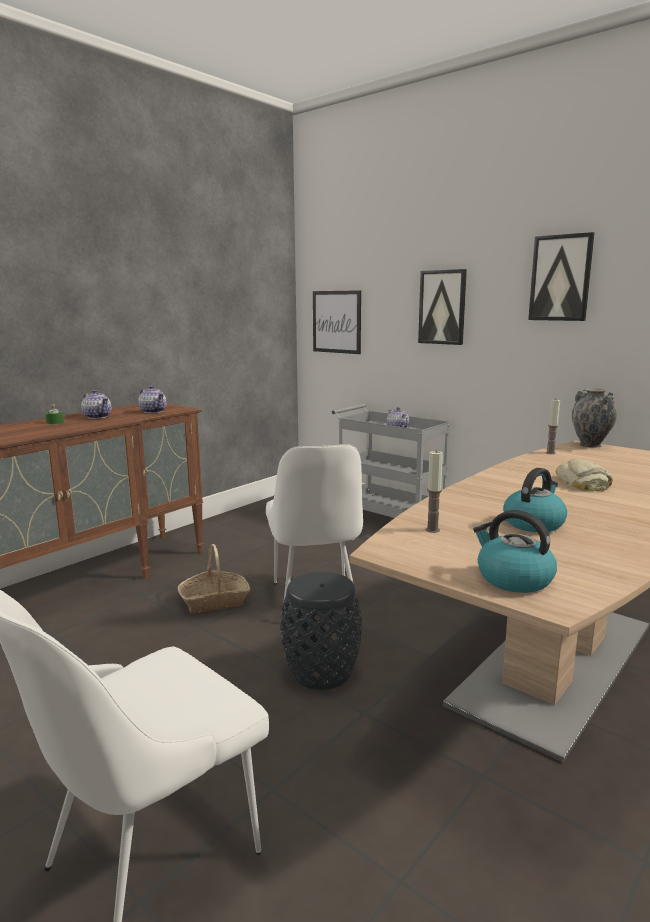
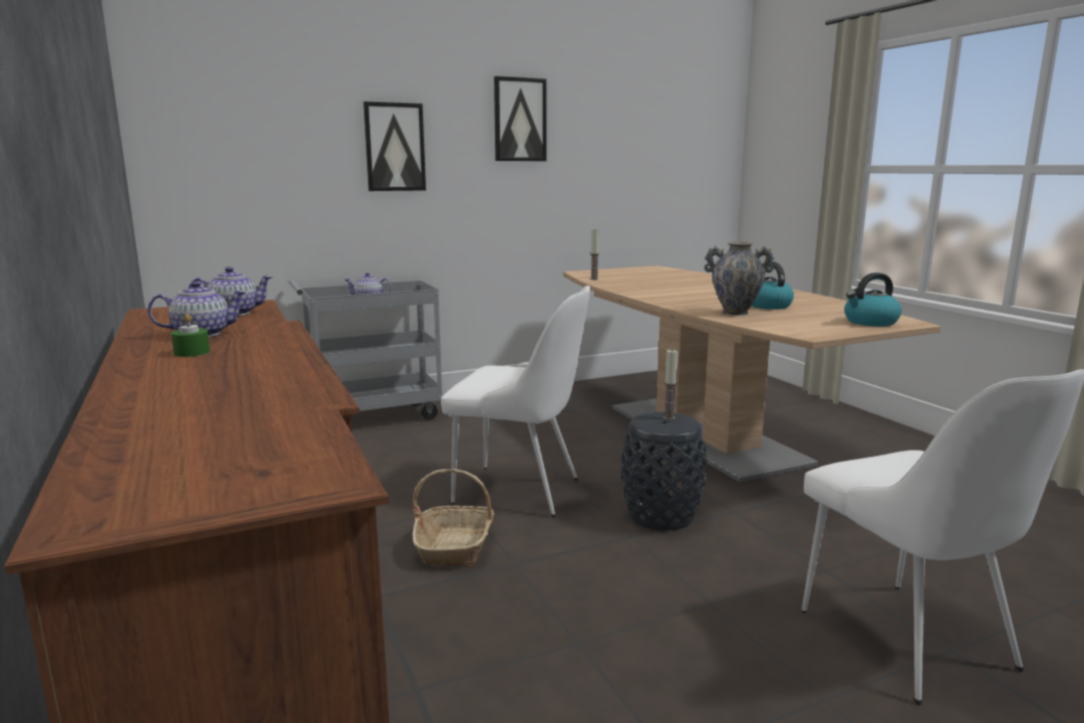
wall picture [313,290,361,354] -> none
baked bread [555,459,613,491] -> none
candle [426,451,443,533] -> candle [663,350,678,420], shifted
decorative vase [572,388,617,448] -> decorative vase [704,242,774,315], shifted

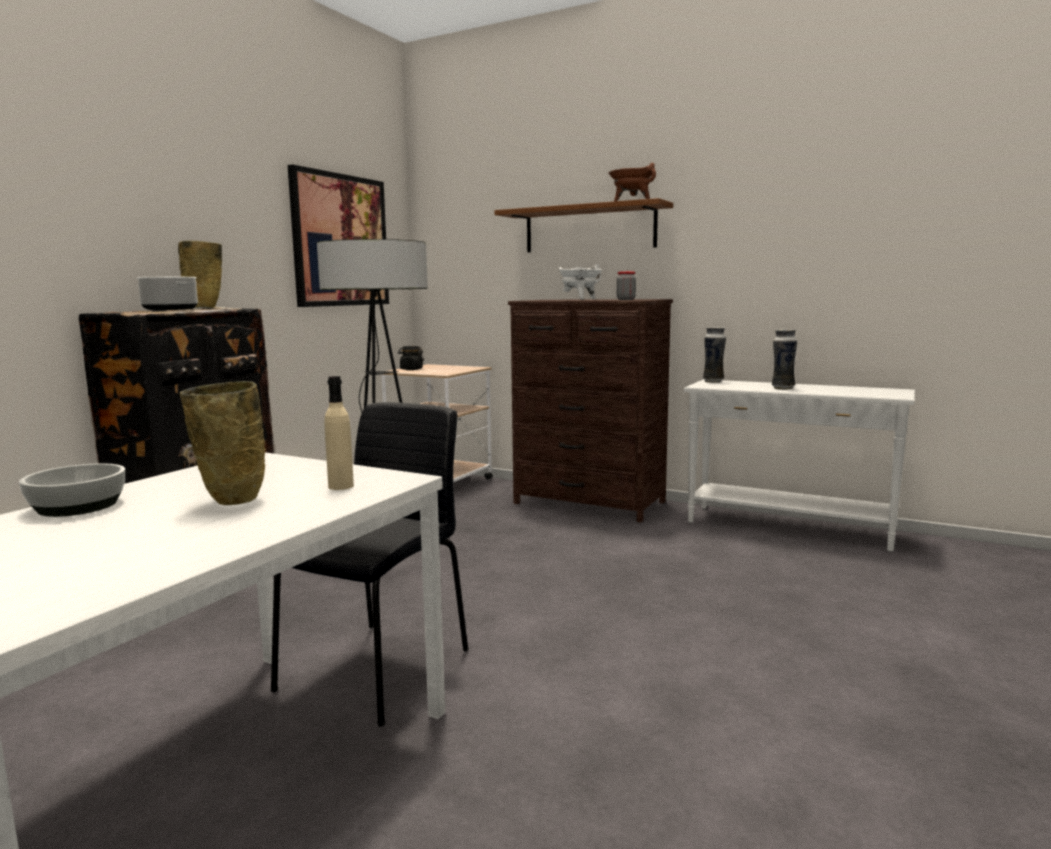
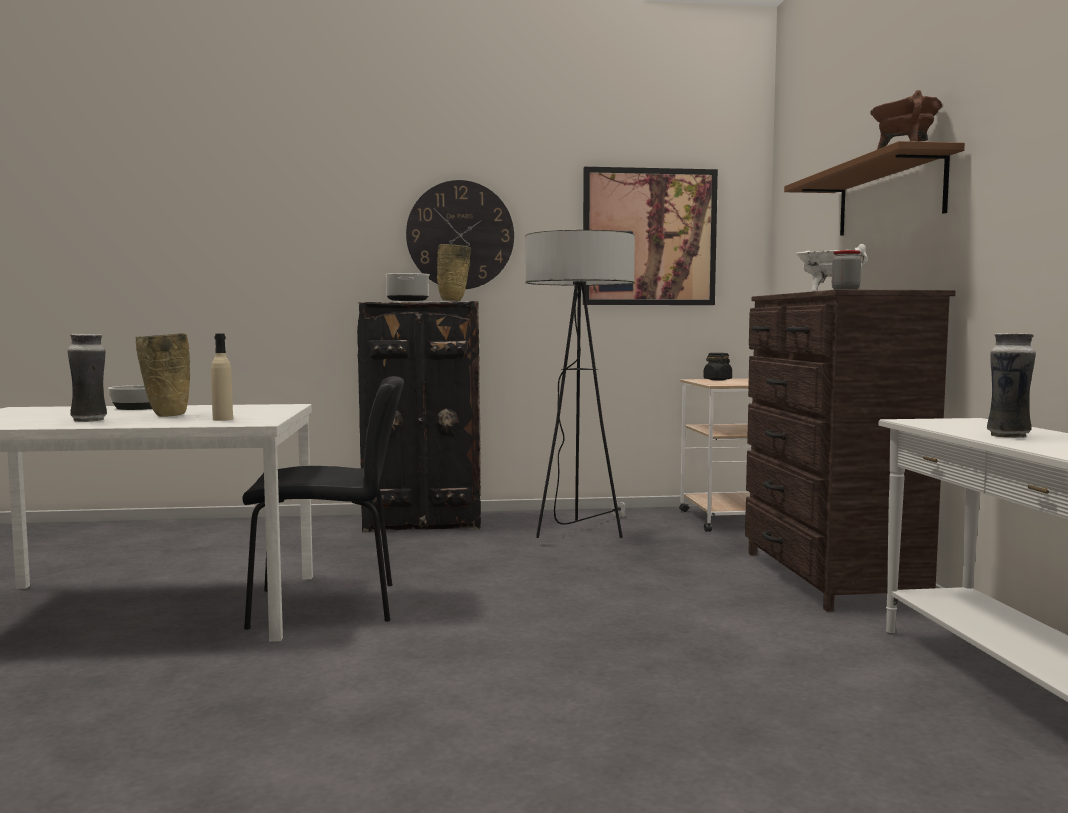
none -> clock on the wall [406,180,514,289]
decorative vase [703,327,726,383] -> decorative vase [68,334,107,422], shifted

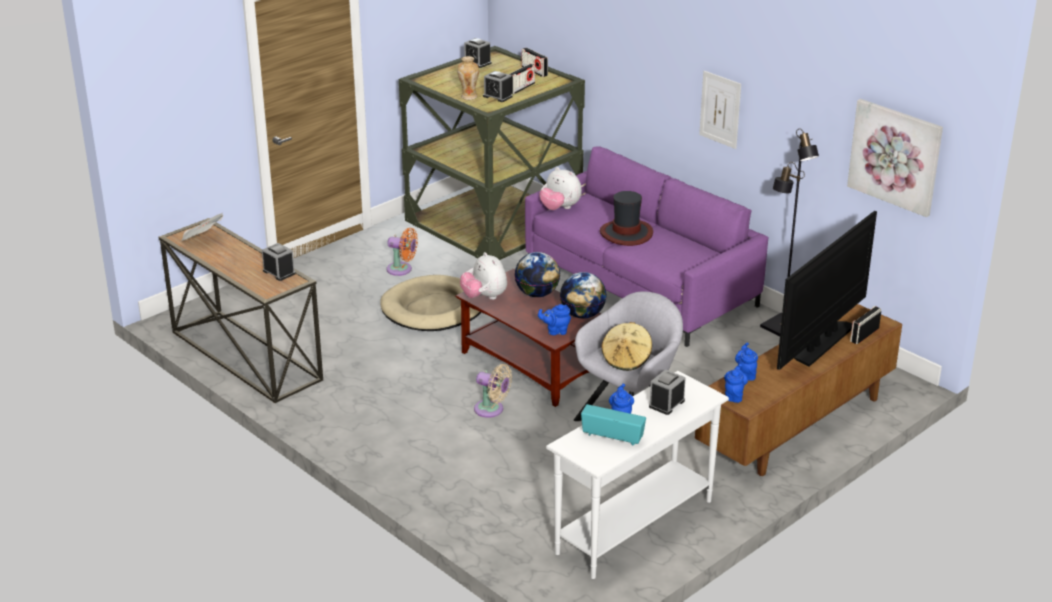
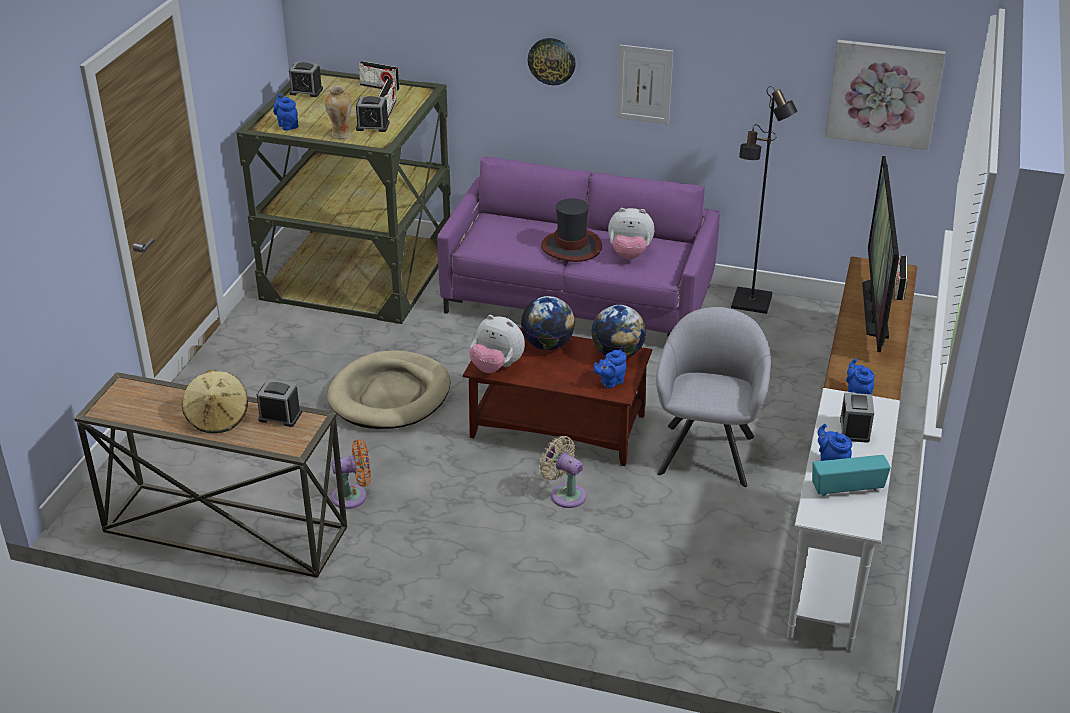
daily paper [180,213,223,242] -> none
none -> clock on the wall [528,38,576,85]
orange-coloured electric fan [386,228,418,276] -> orange-coloured electric fan [331,439,371,509], shifted
soft toy [539,167,582,210] -> soft toy [608,208,654,260], shifted
sand-coloured clothing hat [602,322,652,371] -> sand-coloured clothing hat [182,370,248,433], shifted
bluish tea pot [735,342,758,381] -> bluish tea pot [273,94,298,130], shifted
sand-coloured electric fan [474,364,512,418] -> sand-coloured electric fan [539,436,586,508], 135 degrees counterclockwise

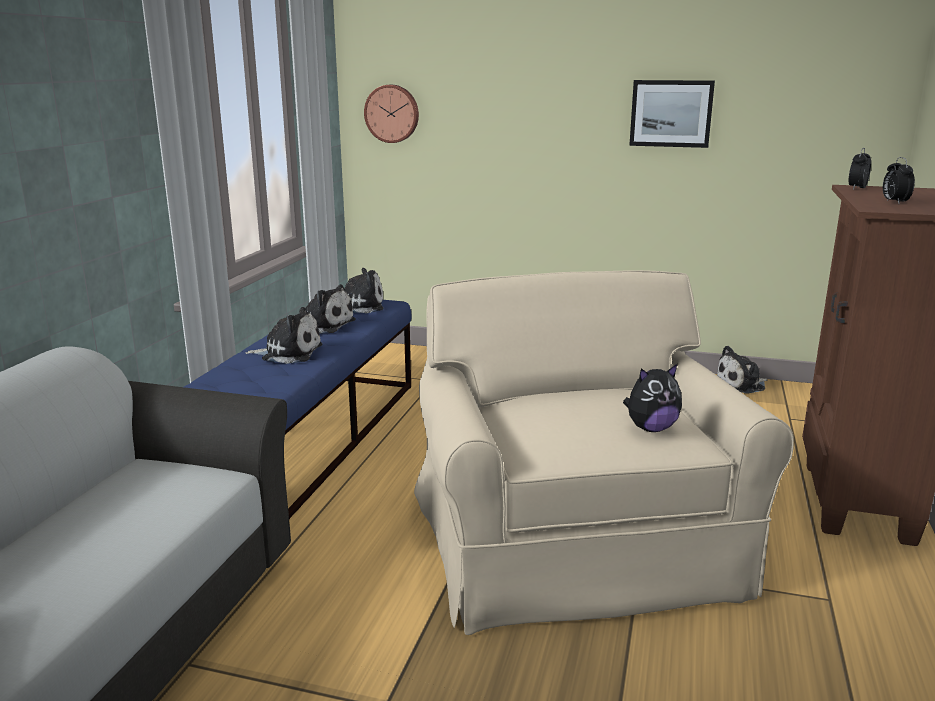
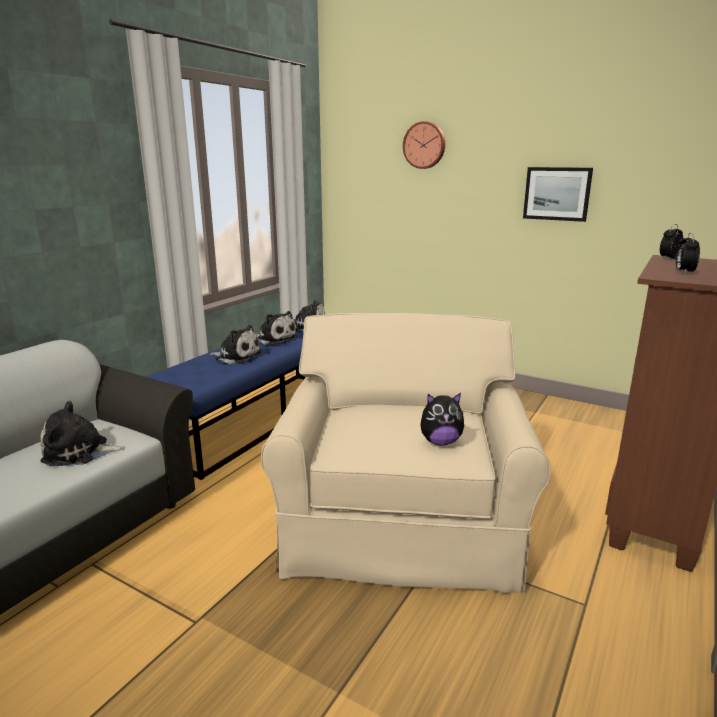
clock on the wall [364,85,419,143] -> clock on the wall [403,121,445,169], shifted
soft toy [717,346,767,394] -> soft toy [40,401,125,466], shifted

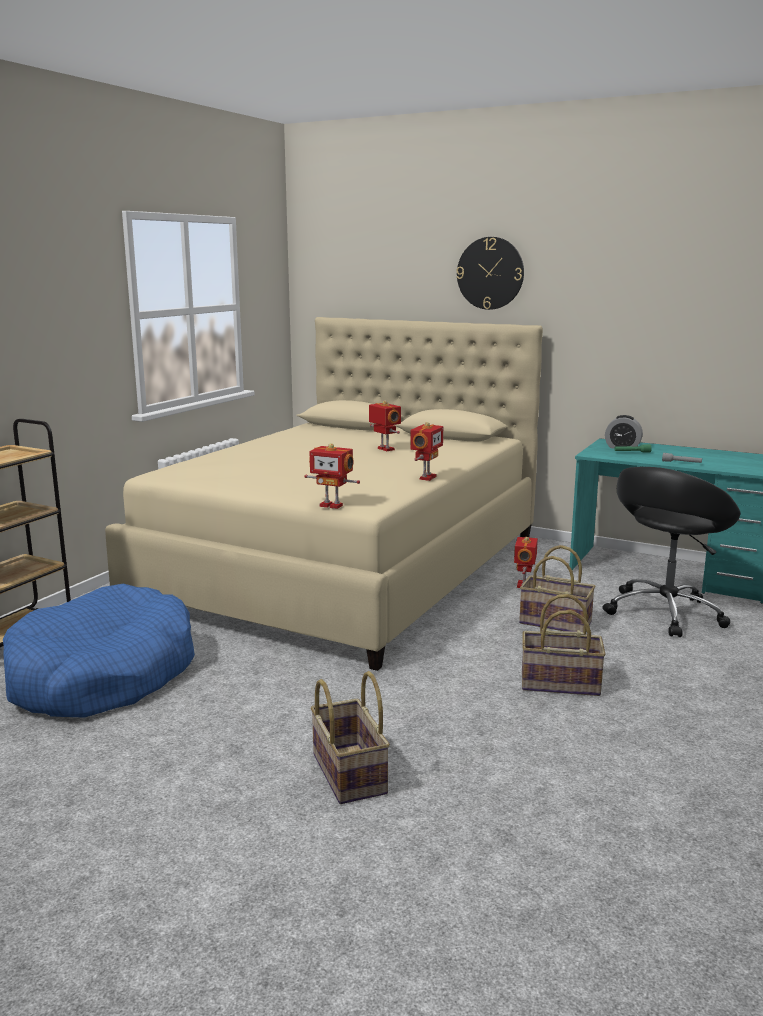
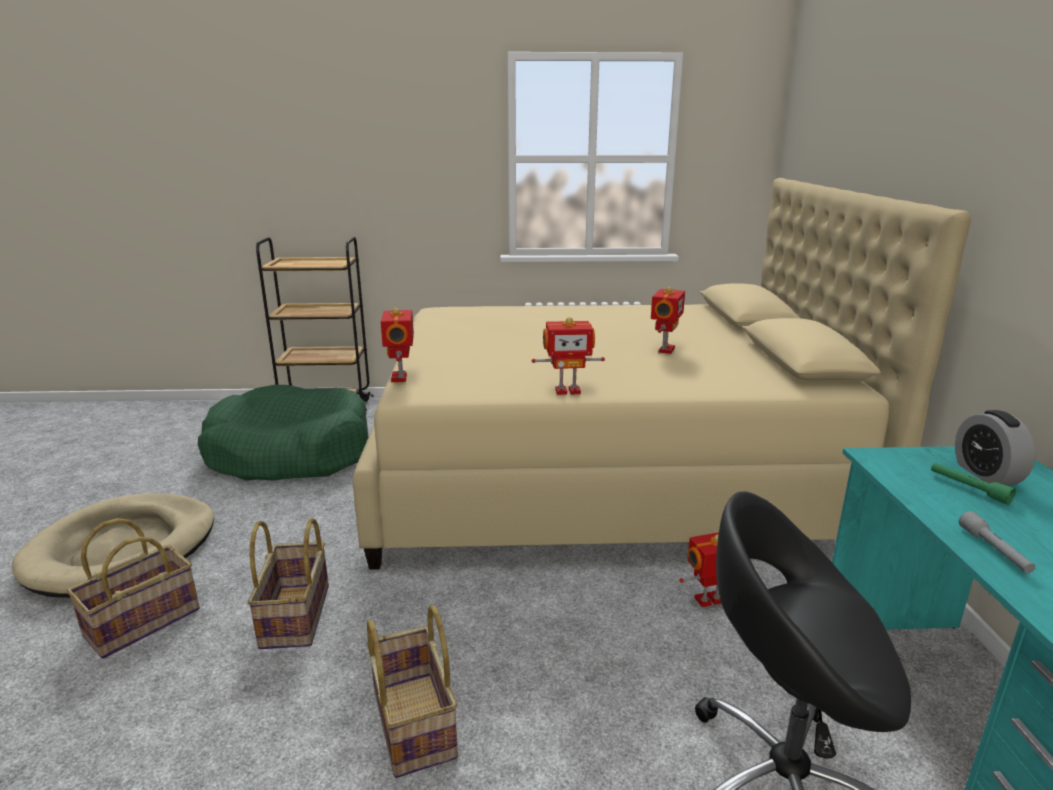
clock on the wall [457,237,524,310] -> none
none -> sand-coloured dog bed [12,493,214,598]
household basket [519,545,596,632] -> household basket [247,518,329,649], shifted
bluish dog bed [3,584,195,718] -> green-coloured dog bed [198,385,368,481]

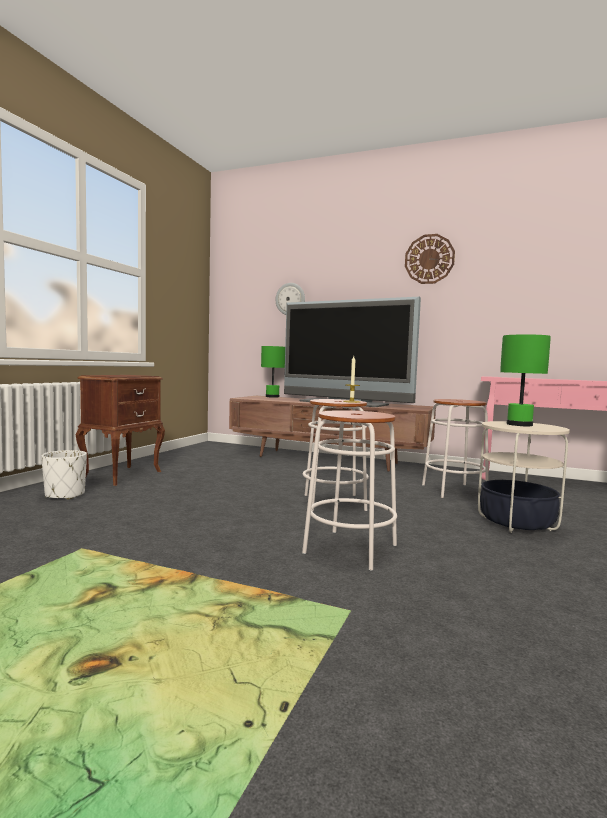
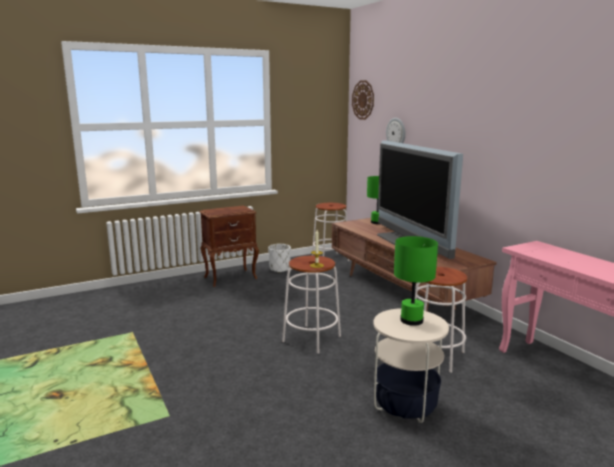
white plant pot [41,450,87,500] -> white plant pot [268,244,291,273], shifted
white sitting stool [302,410,397,570] -> white sitting stool [312,203,349,261], shifted
clock on the wall [405,234,455,284] -> clock on the wall [352,80,374,120], shifted

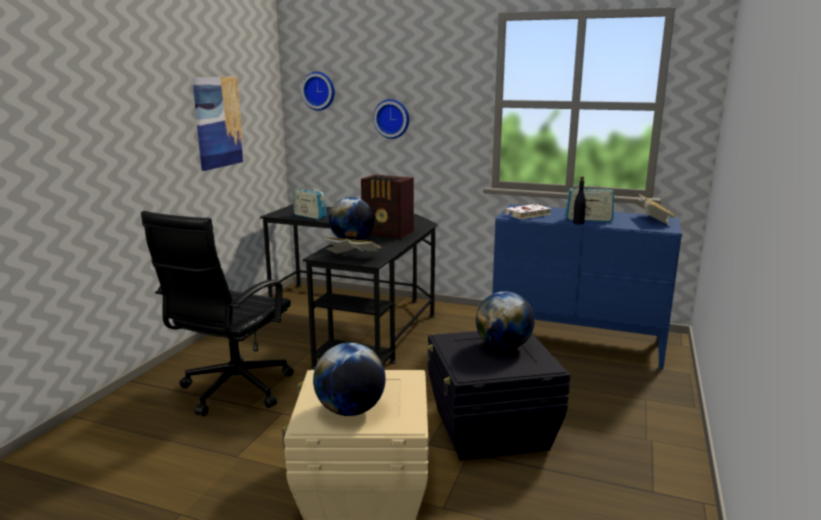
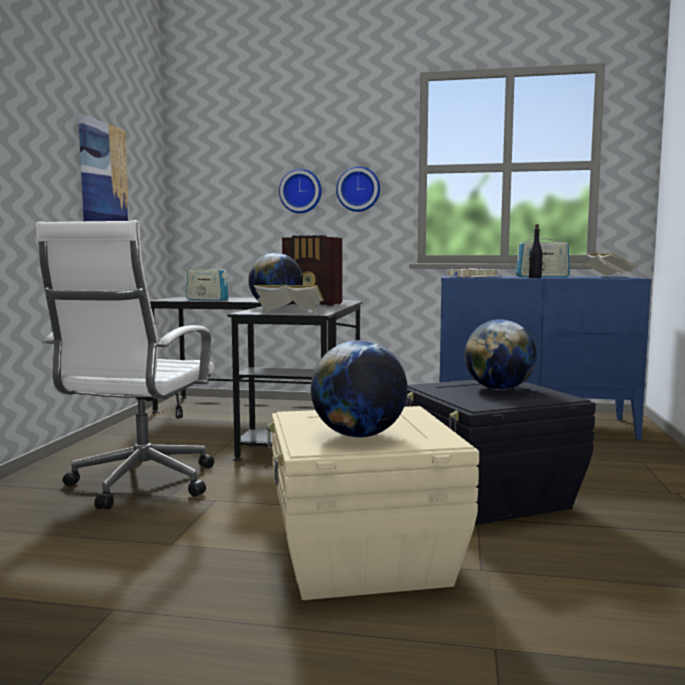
clock on the wall [301,72,335,111] -> clock on the wall [336,166,380,212], shifted
blackish desk chair [141,211,294,416] -> white desk chair [35,220,214,510]

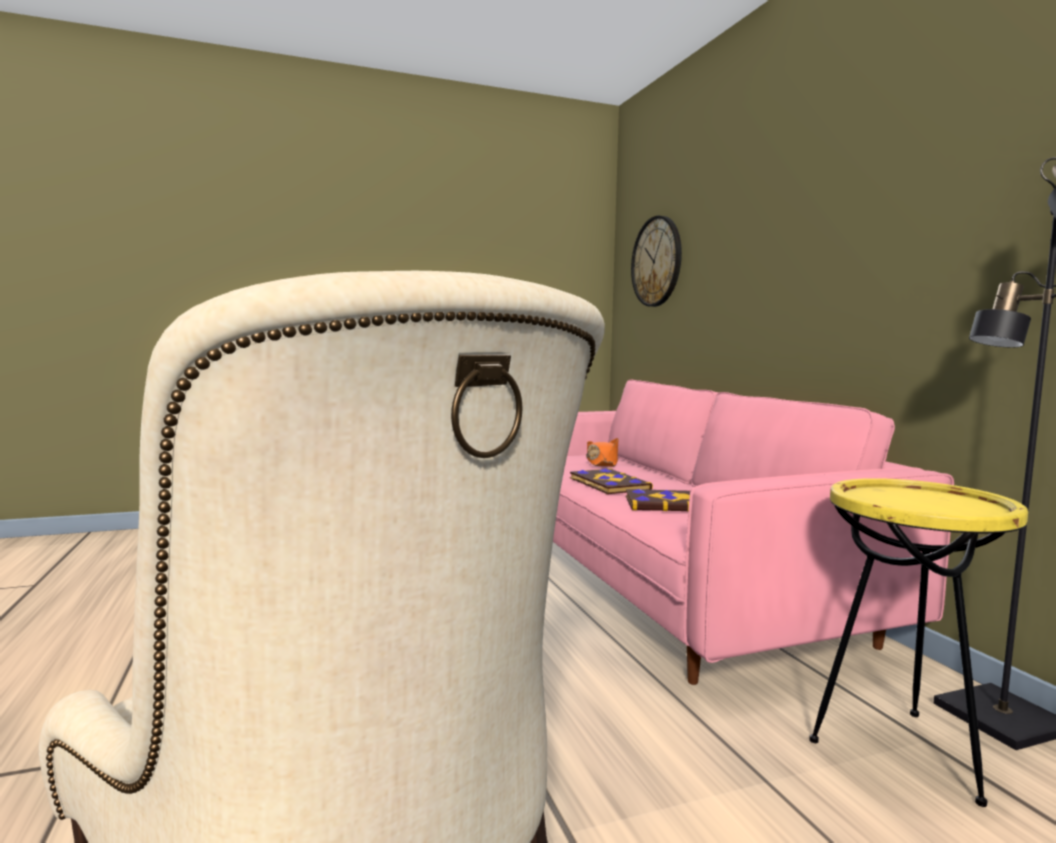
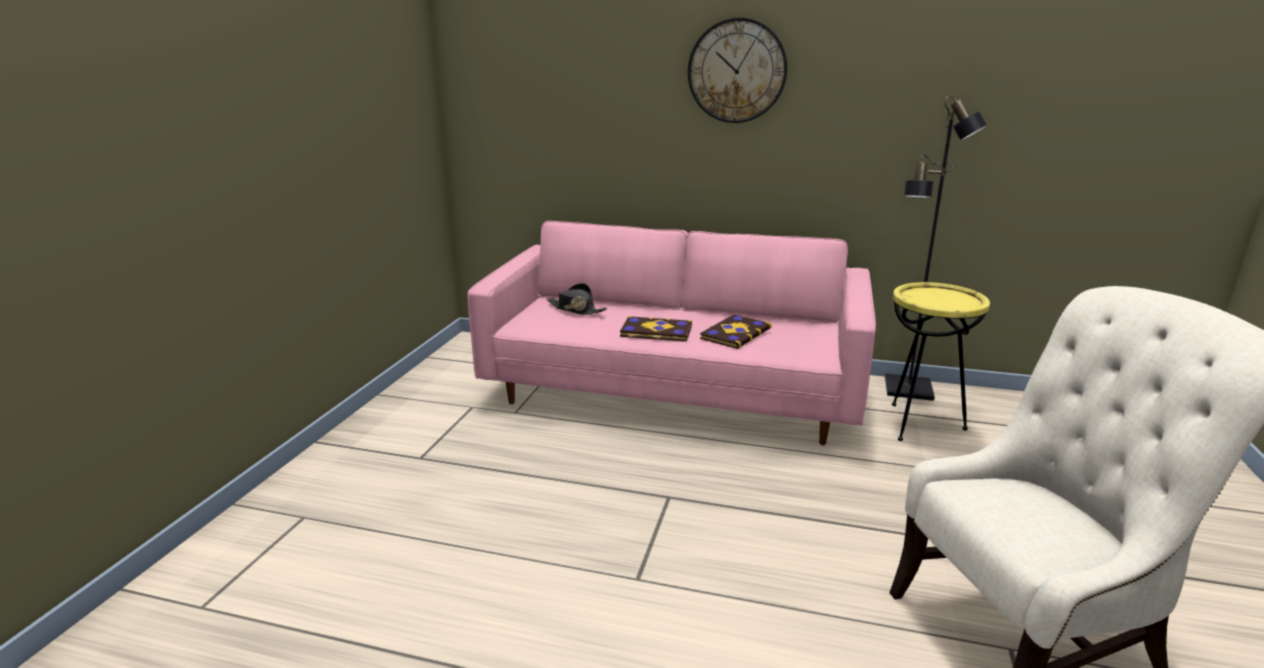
clock on the wall [631,216,682,307] -> clock on the wall [688,18,787,123], shifted
orange-coloured clothing hat [586,438,619,467] -> blackish clothing hat [547,283,607,315]

